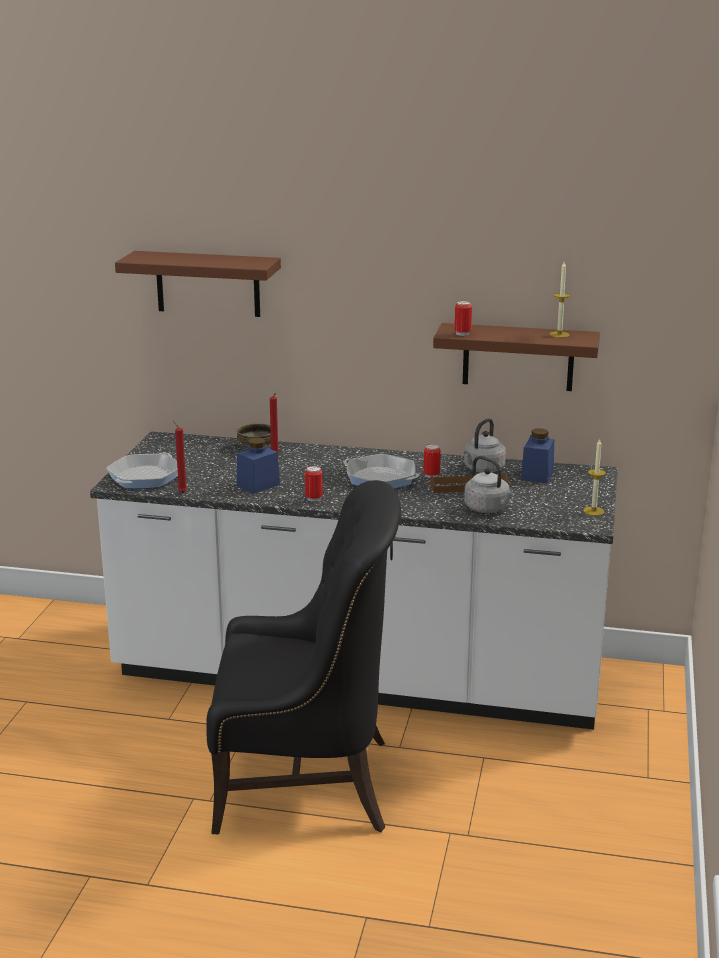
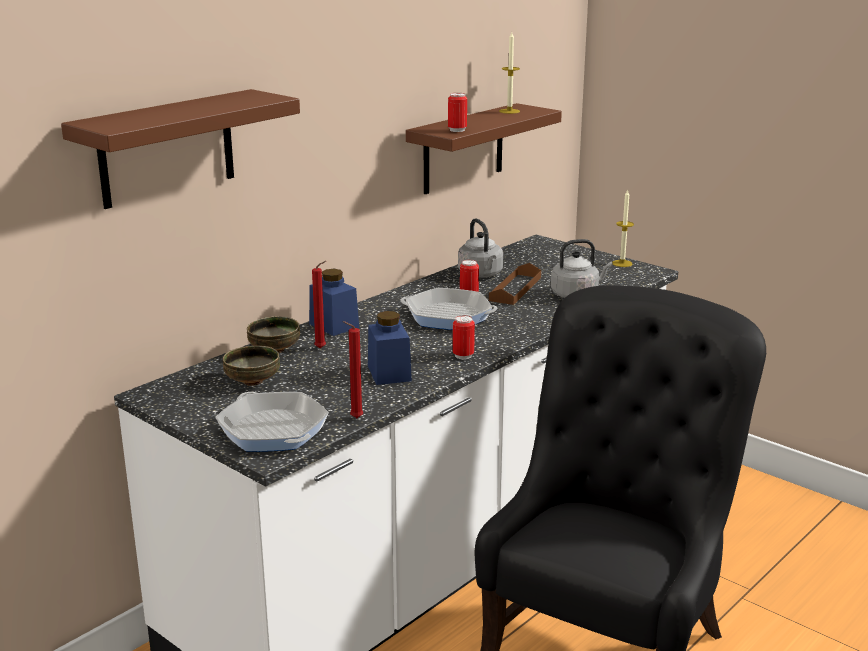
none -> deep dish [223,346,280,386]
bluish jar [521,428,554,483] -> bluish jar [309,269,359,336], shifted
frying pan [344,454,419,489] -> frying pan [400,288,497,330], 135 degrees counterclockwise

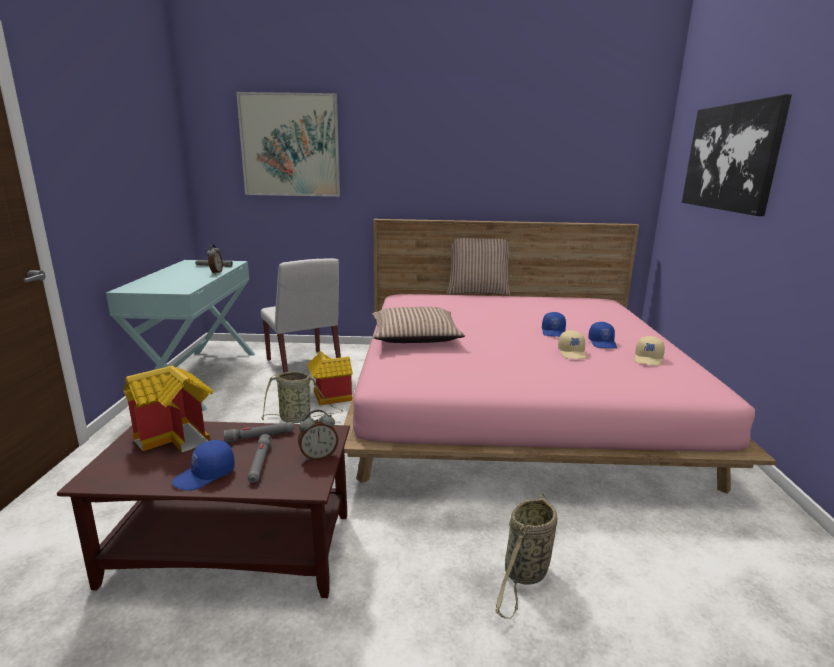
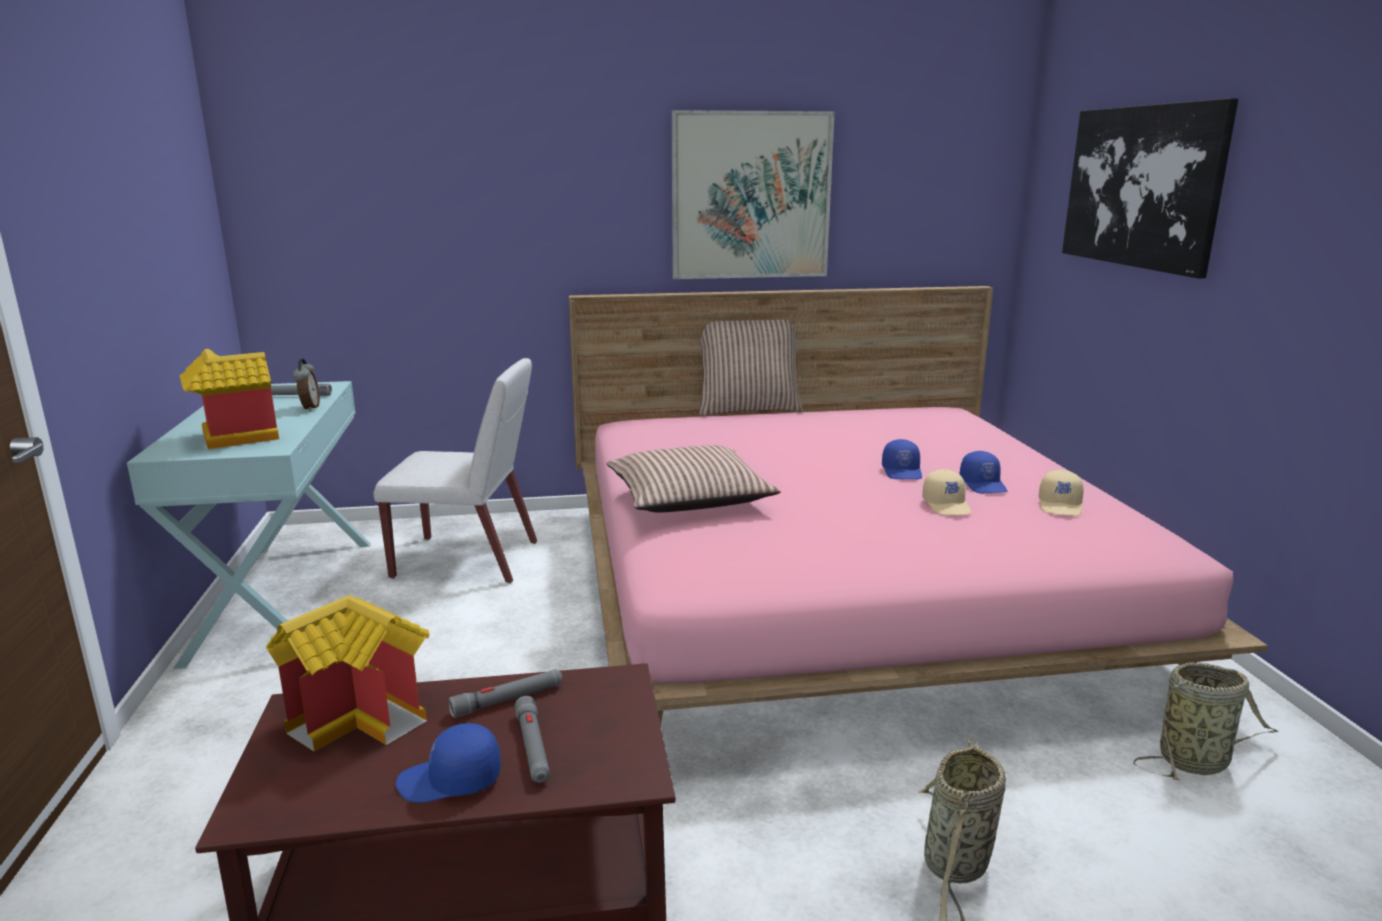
table clock [298,410,338,461] -> none
wall picture [236,92,340,197] -> wall picture [672,110,835,279], shifted
household basket [261,371,343,423] -> household basket [1133,662,1279,781], shifted
toy house [307,351,353,405] -> toy house [180,349,279,449], shifted
bluish peaked cap [172,440,235,491] -> bluish peaked cap [396,723,501,803], 45 degrees clockwise
white upright chair [261,258,341,373] -> white upright chair [374,358,537,584], 45 degrees counterclockwise

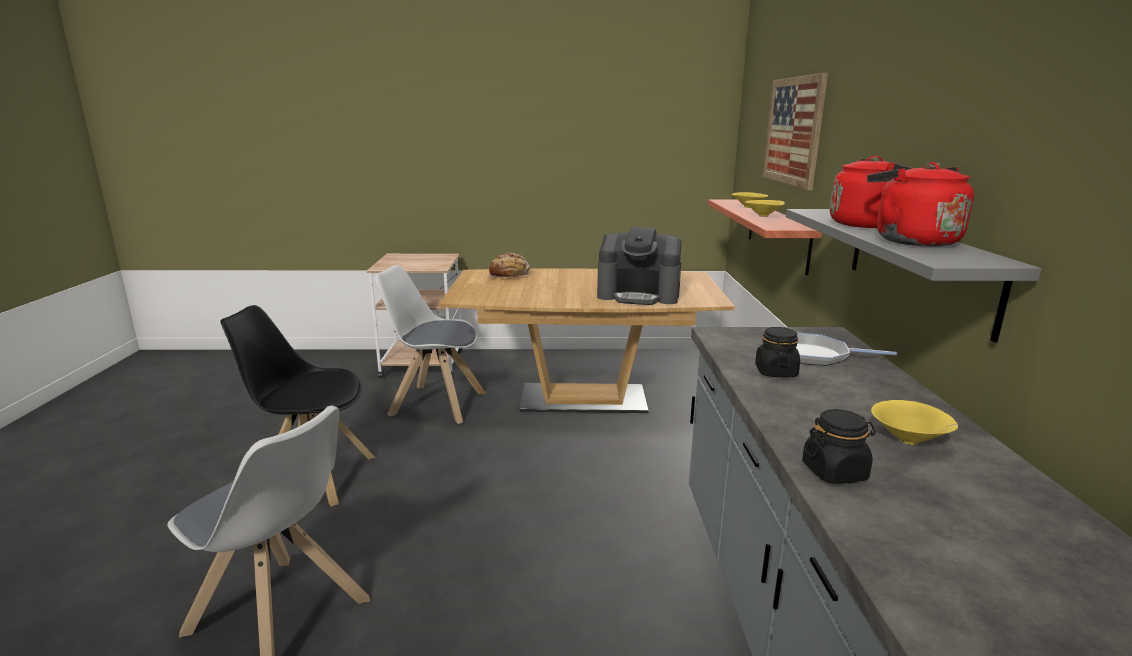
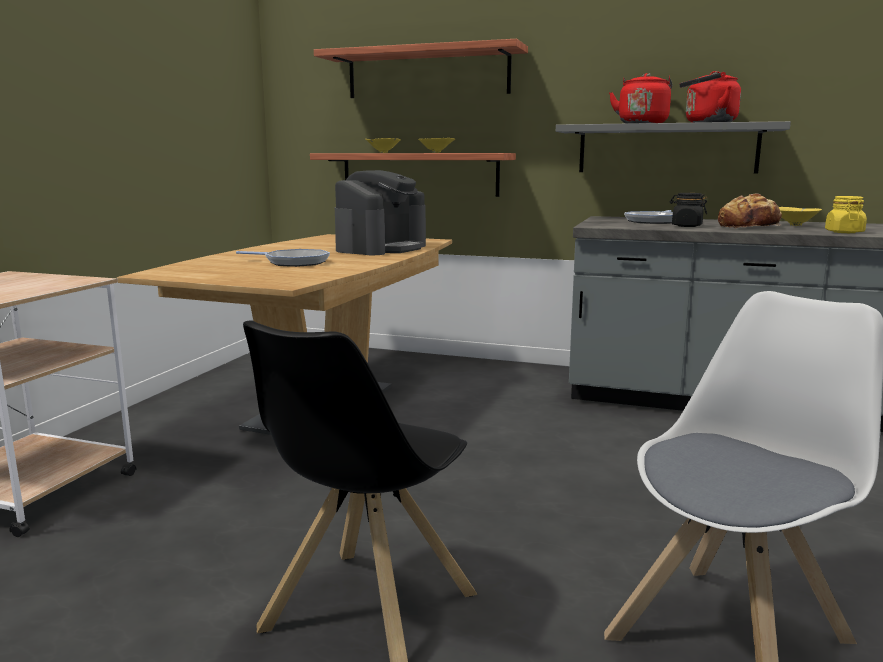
upright chair [374,265,486,424] -> none
none -> frying pan [236,249,330,267]
baked bread [488,252,530,278] -> baked bread [718,193,782,229], shifted
wall picture [763,72,828,190] -> shelf [314,39,528,98]
blackish jar [802,409,876,484] -> yellow-coloured jar [825,196,867,233]

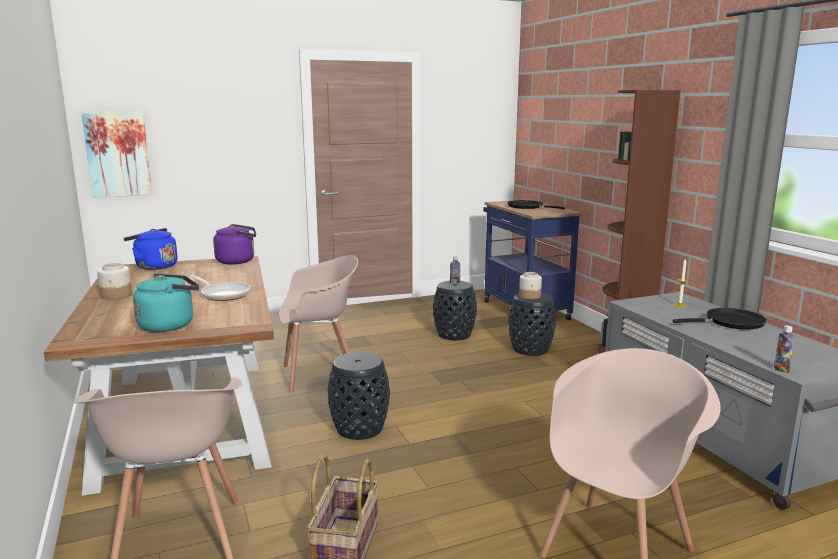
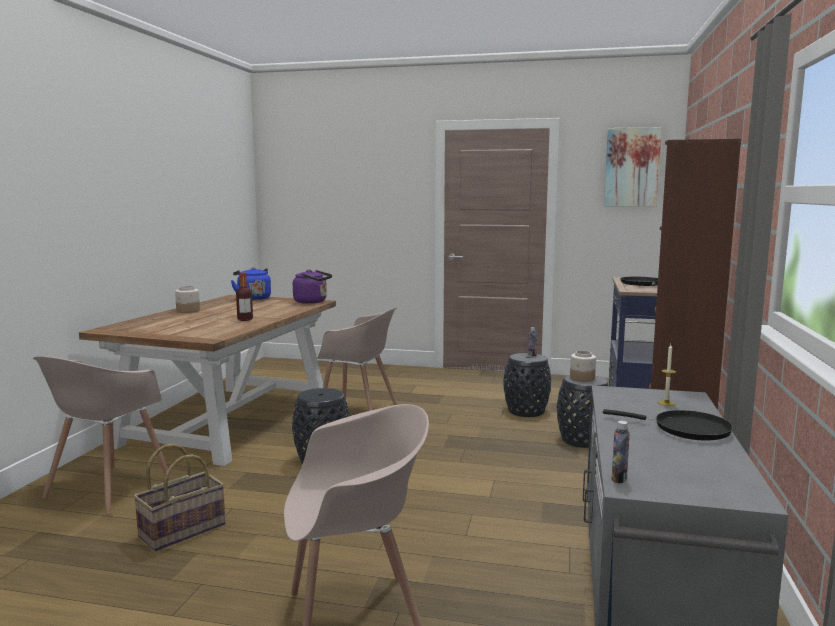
turquoise-coloured tea kettle [133,273,199,332] -> none
wall picture [81,111,152,198] -> wall picture [604,127,662,207], shifted
frying pan [190,275,250,301] -> bottle [236,273,253,321]

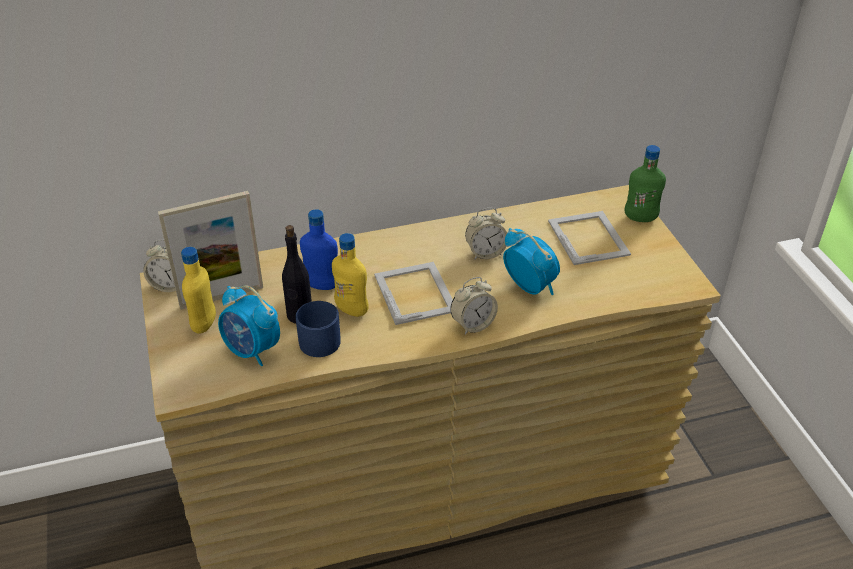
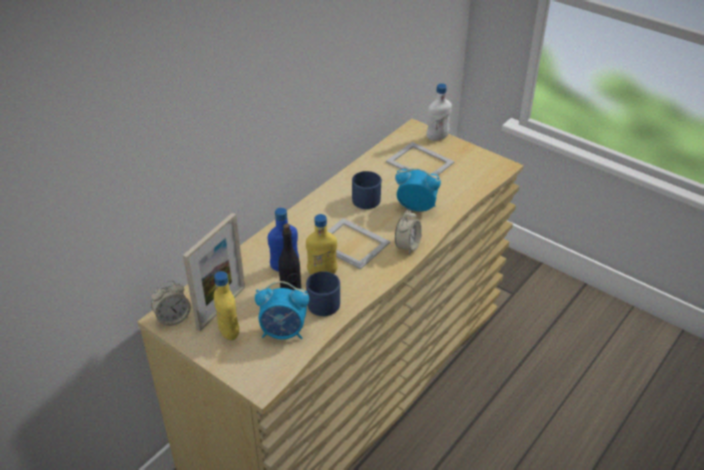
table clock [465,208,507,260] -> bluish mug [352,171,382,209]
green-coloured bottle [624,145,666,222] -> white bottle [427,83,452,141]

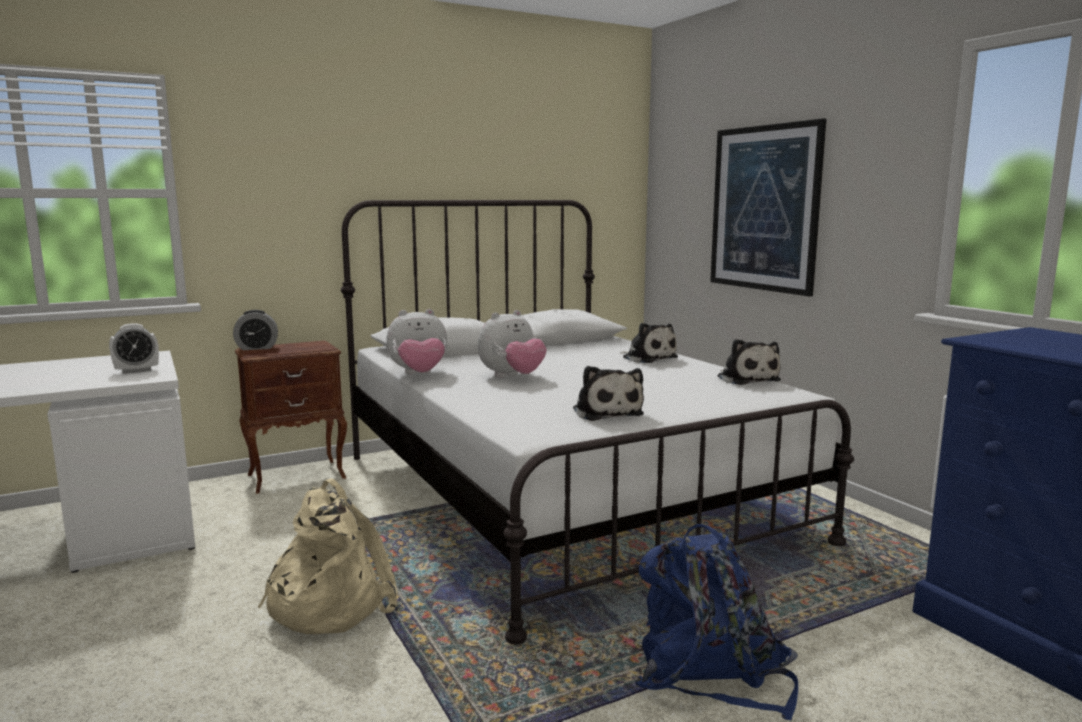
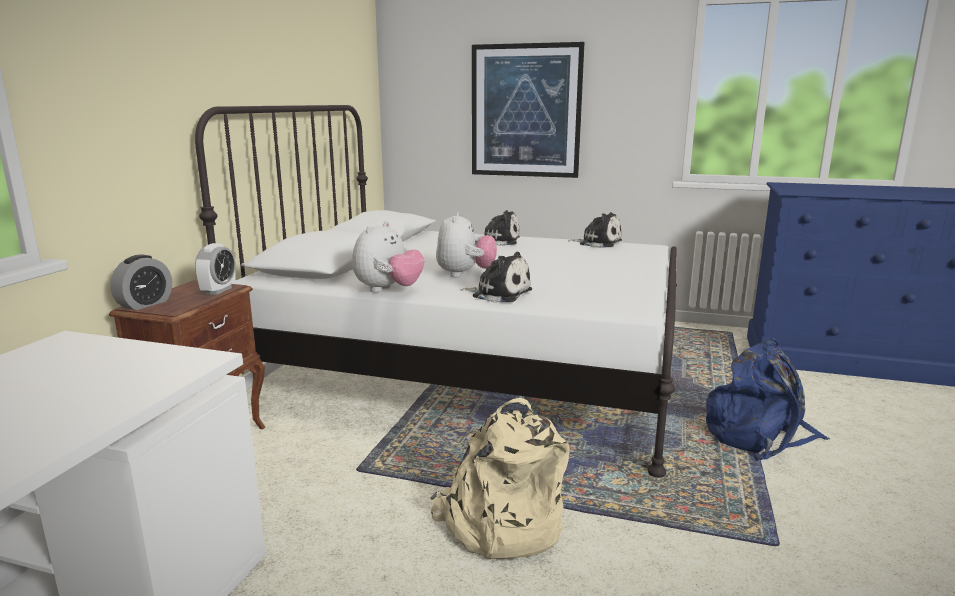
table clock [109,323,159,374] -> table clock [195,243,236,295], shifted
soft toy [573,366,644,421] -> soft toy [460,252,532,302], shifted

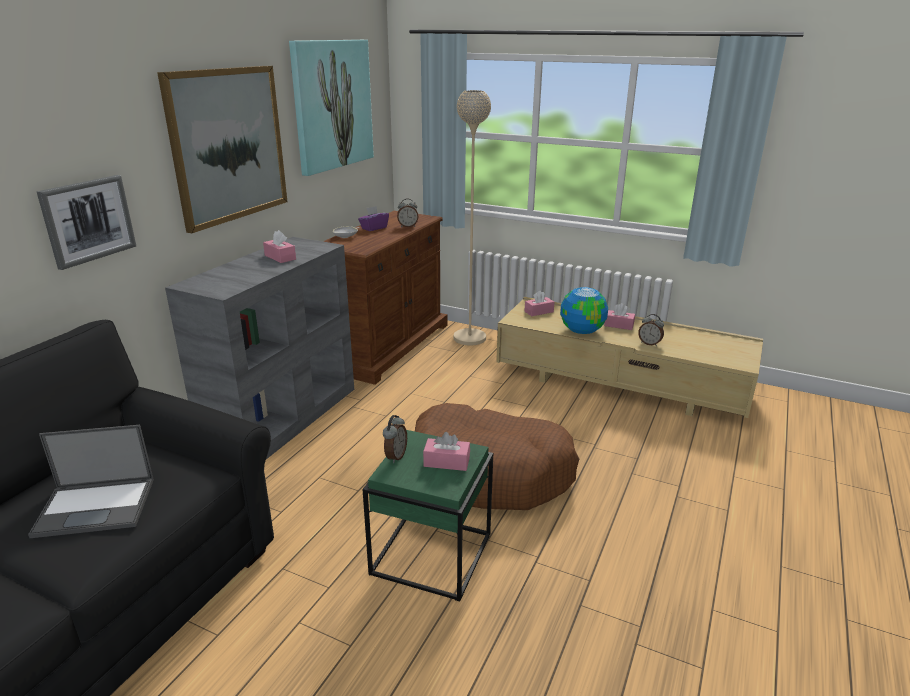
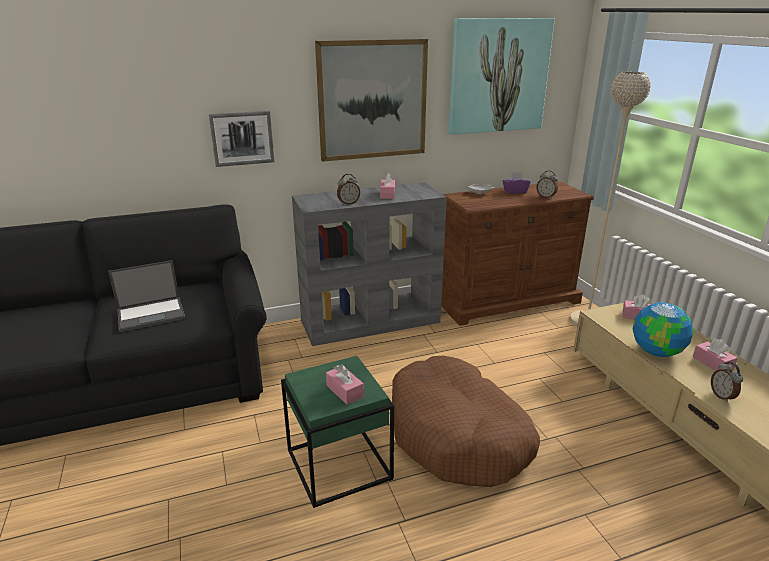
table clock [383,415,407,463] -> table clock [337,174,360,205], shifted
notebook computer [28,425,154,538] -> notebook computer [108,260,186,332], 60 degrees counterclockwise

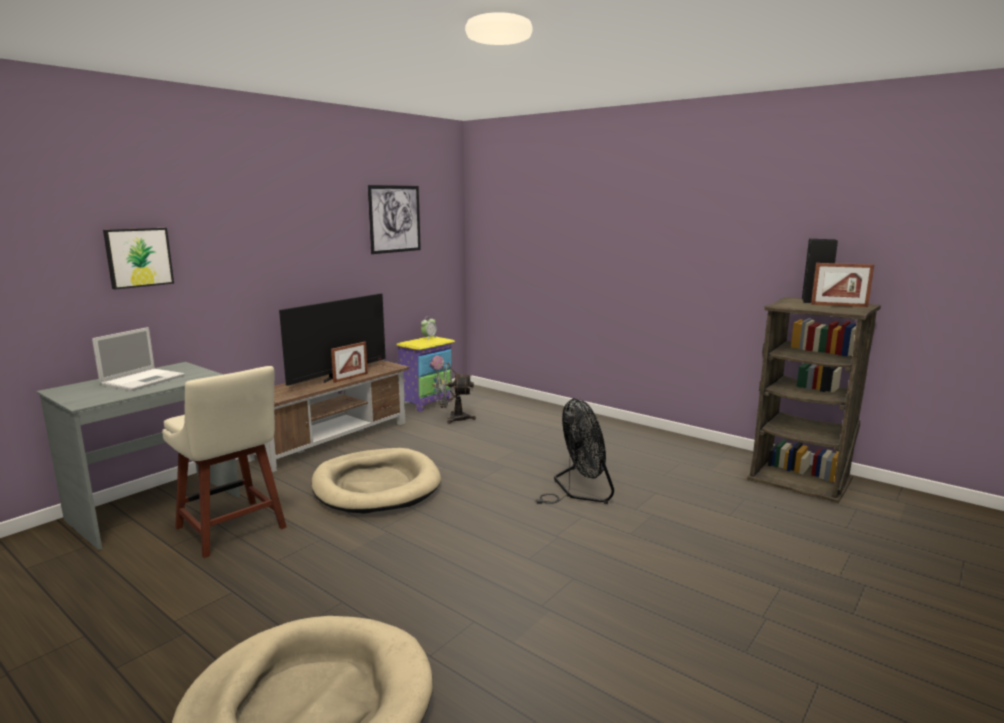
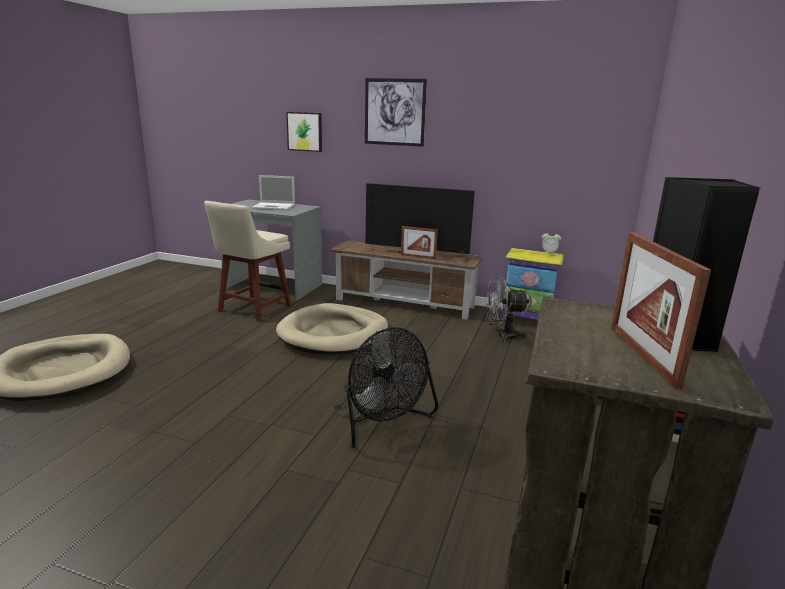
wall picture [368,185,421,254] -> wall picture [365,78,427,147], shifted
gray electric fan [435,363,476,424] -> gray electric fan [486,277,529,343], 75 degrees counterclockwise

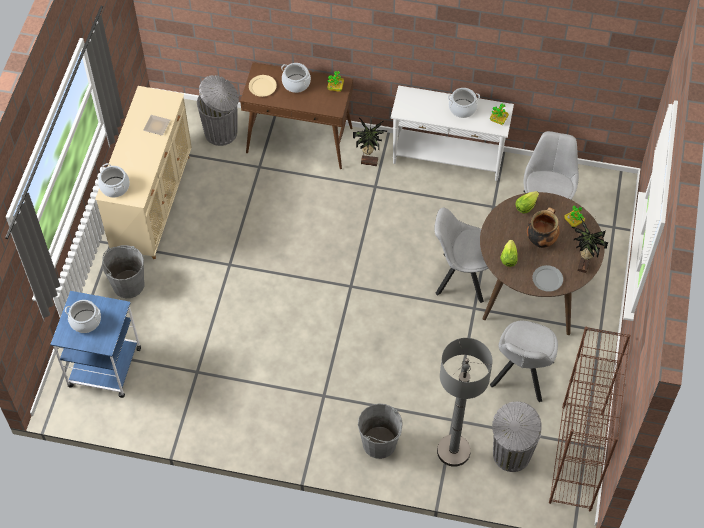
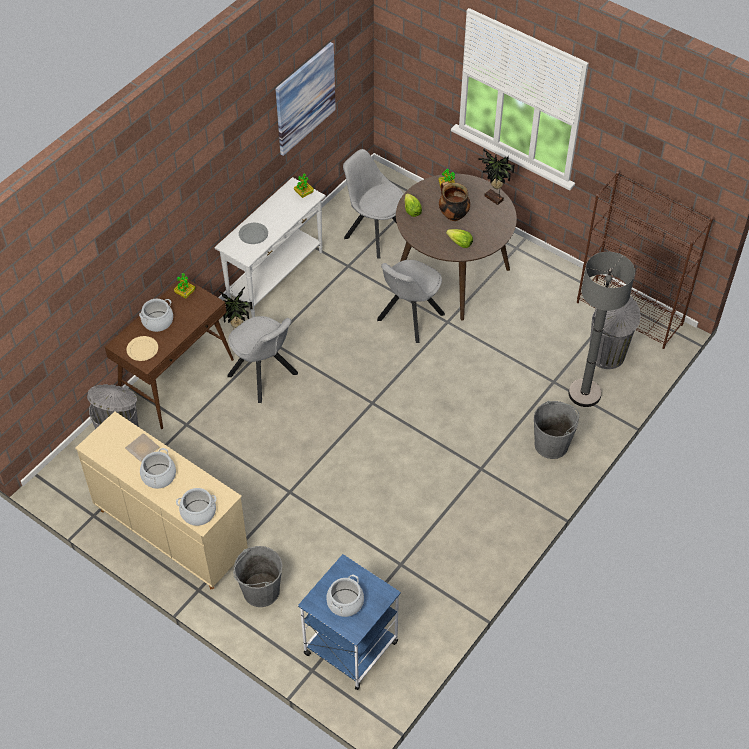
none -> wall picture [275,42,336,156]
stockpot [448,88,480,118] -> stockpot [140,448,176,489], shifted
gray upright chair [490,320,558,402] -> gray upright chair [227,316,298,403], shifted
gray flat dish [532,265,563,292] -> gray flat dish [239,223,268,244], shifted

